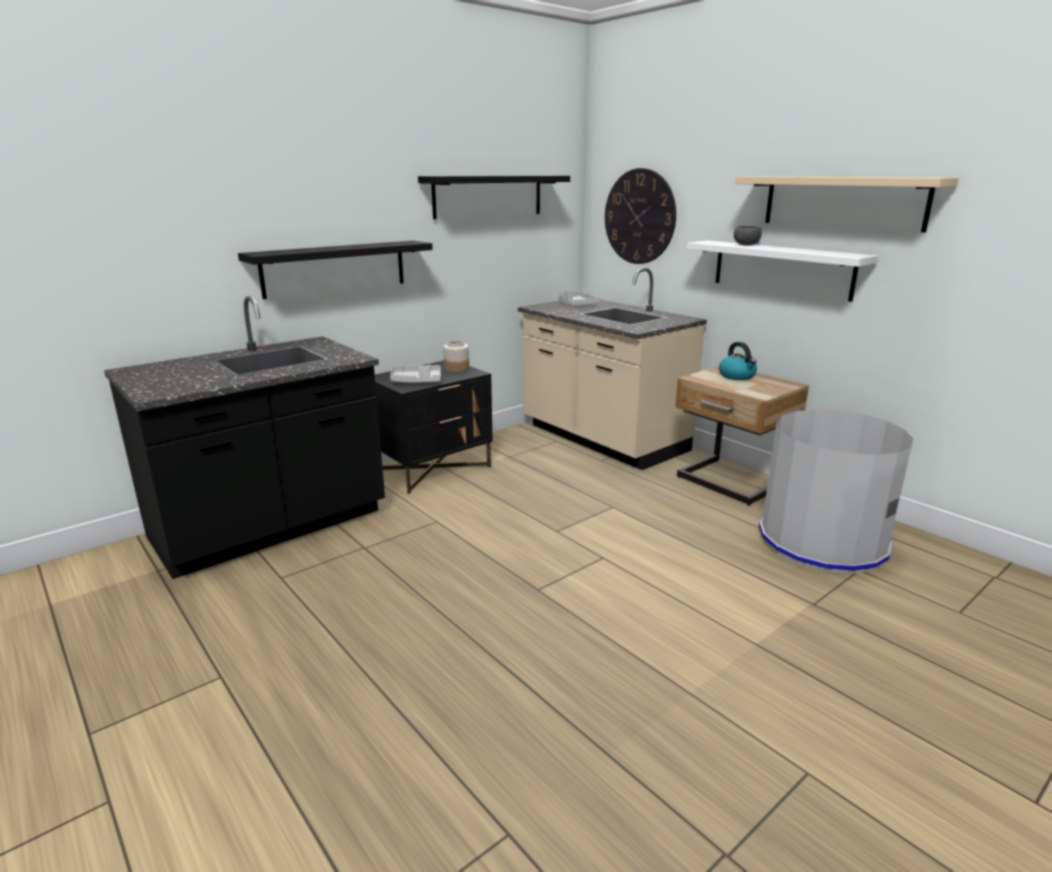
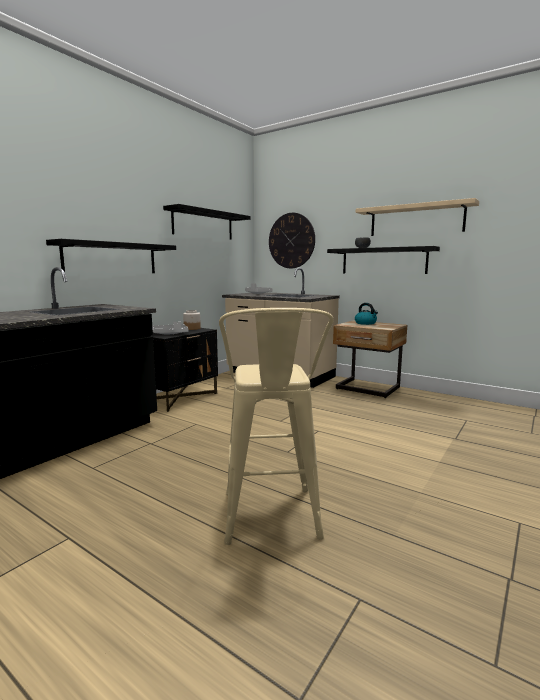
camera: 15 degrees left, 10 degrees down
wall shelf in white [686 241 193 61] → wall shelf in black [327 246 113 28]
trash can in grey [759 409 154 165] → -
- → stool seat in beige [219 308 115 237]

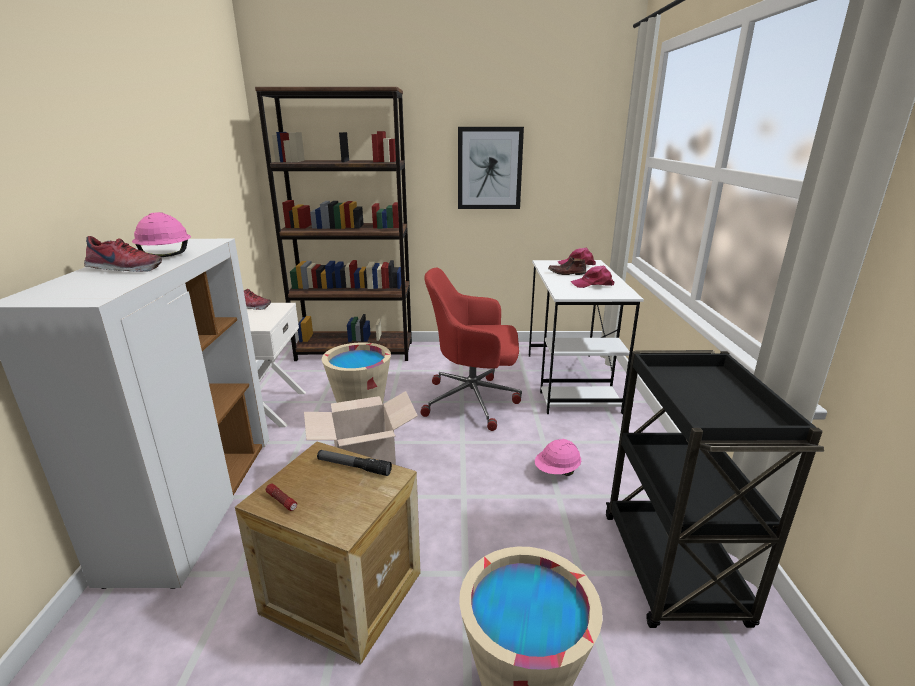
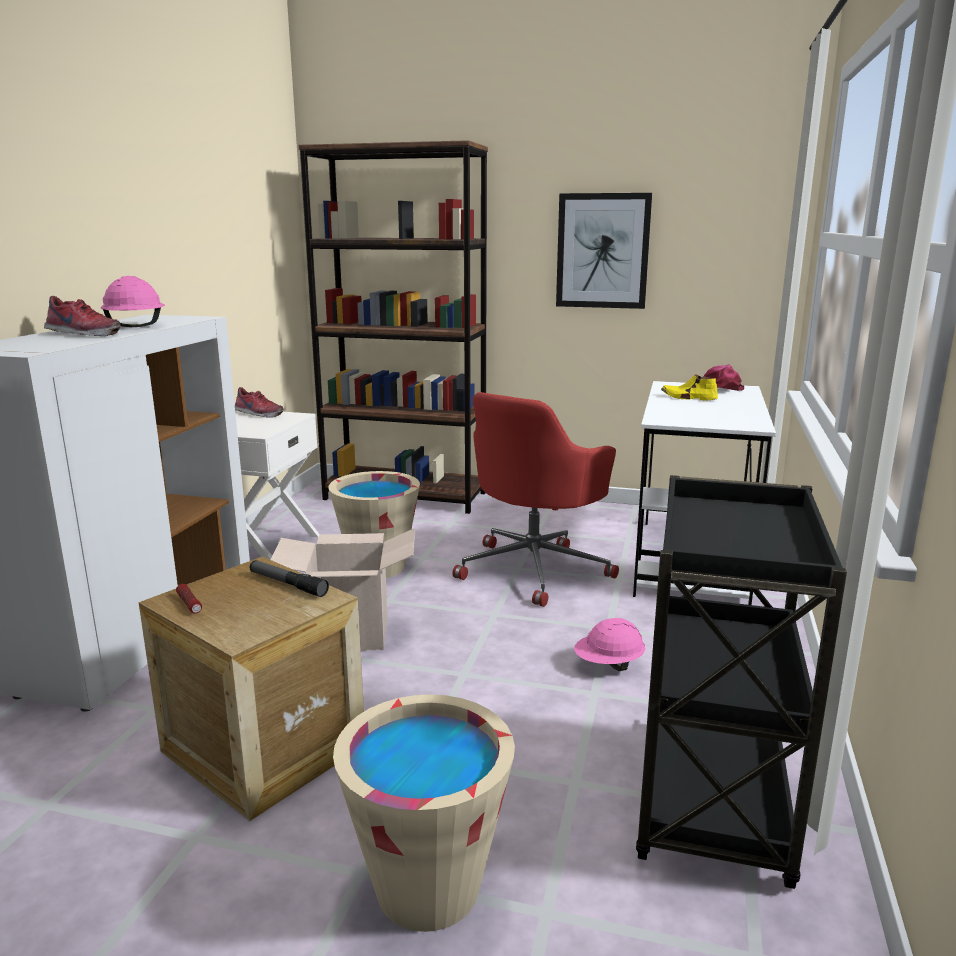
camera: 15 degrees right, 5 degrees down
desk chair in reddish [420 268 102 163] → desk chair in reddish [452 392 167 215], 75 degrees counterclockwise
low shoe in brown-coloured [548 257 38 18] → low shoe in yellow [661 374 57 26]
baseball cap in pink [570 265 44 23] → -

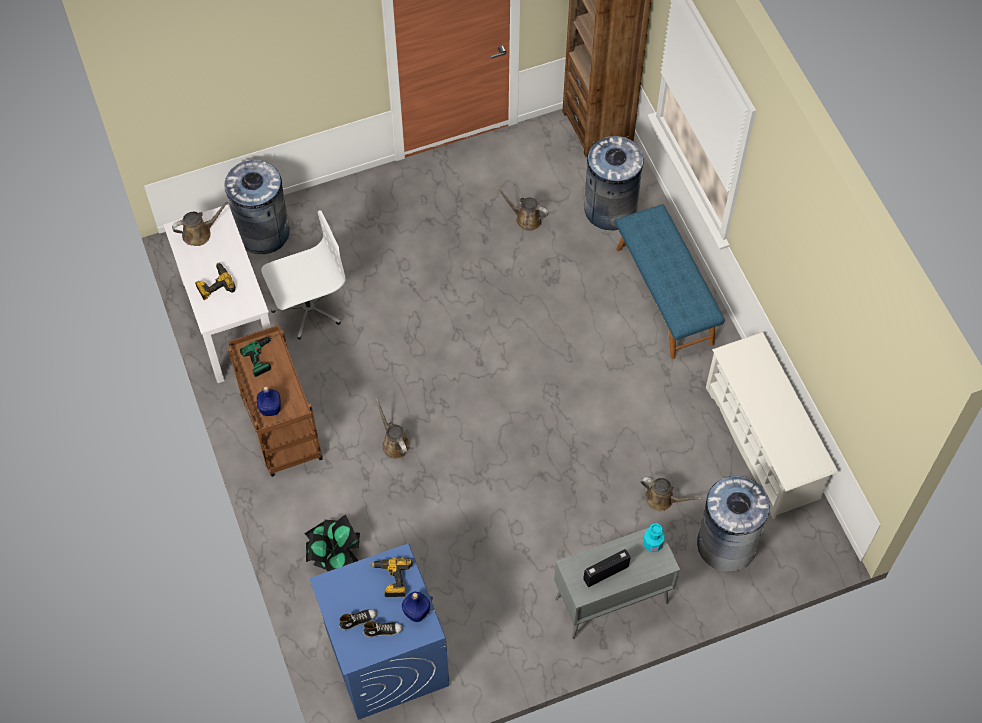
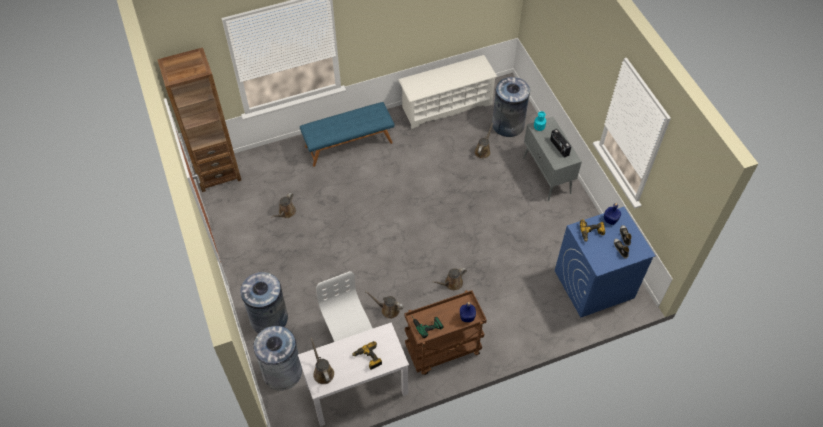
camera: 90 degrees left, 5 degrees down
potted plant [304 515 56 57] → -
trash can in grey [584 136 60 94] → trash can in grey [240 272 48 61], move
- → sprinkling can in brown-coloured [365 291 39 28]

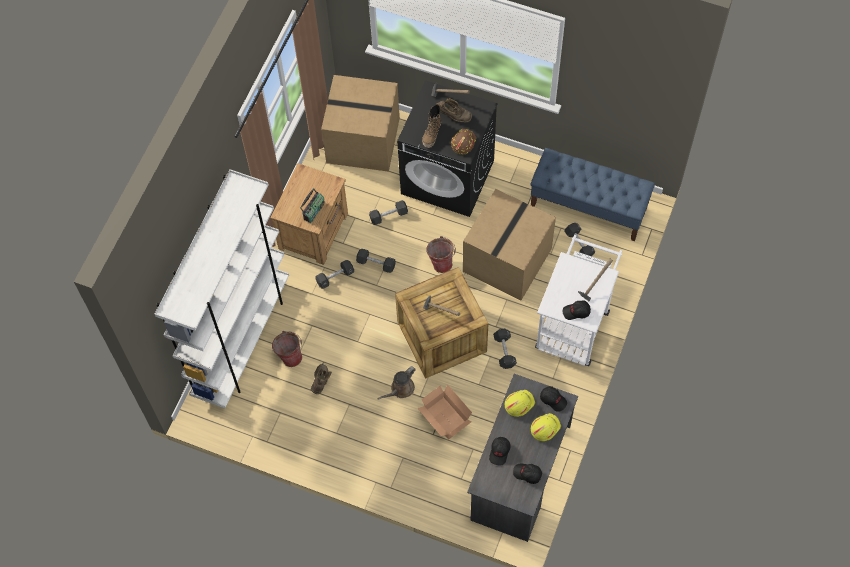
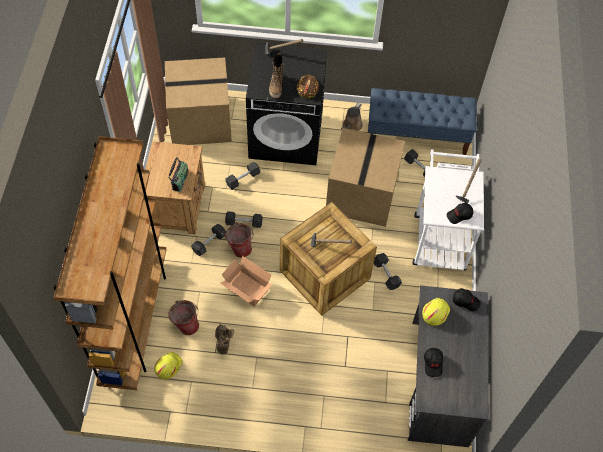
camera: 20 degrees left, 5 degrees down
bookcase in white [155 169 134 239] → bookcase in brown-coloured [53 136 114 254]
sprinkling can in brown-coloured [378 366 38 34] → sprinkling can in brown-coloured [341 102 22 29], move
packing box [417 385 55 55] → packing box [220 256 53 51], move
pail [426 236 30 37] → pail [225 222 29 36], move
tall boot in brown-coloured [439 99 33 24] → -
baseball cap in black [513 463 29 21] → -
work helmet in yellow [531 413 30 28] → work helmet in yellow [154 352 29 27], move

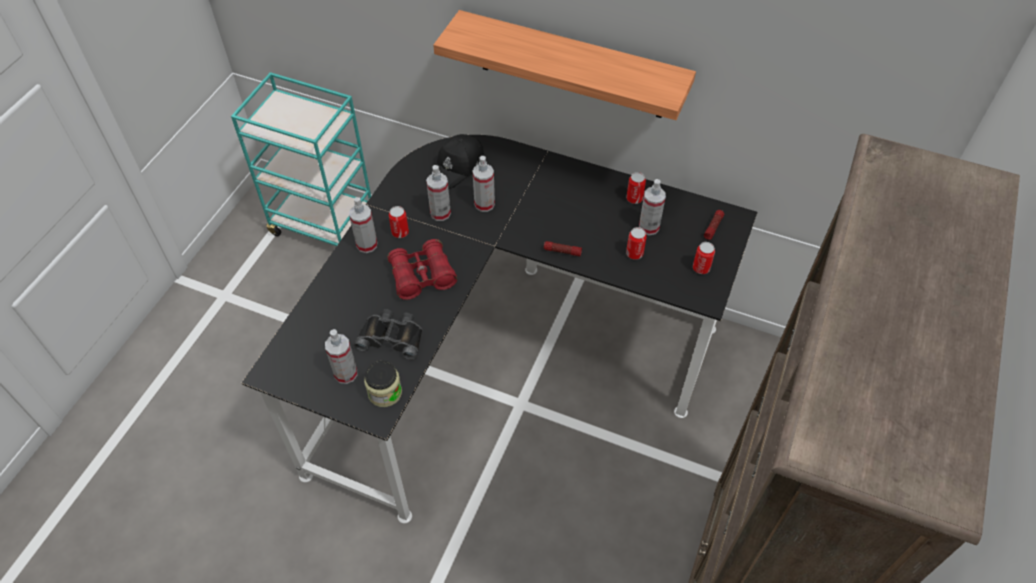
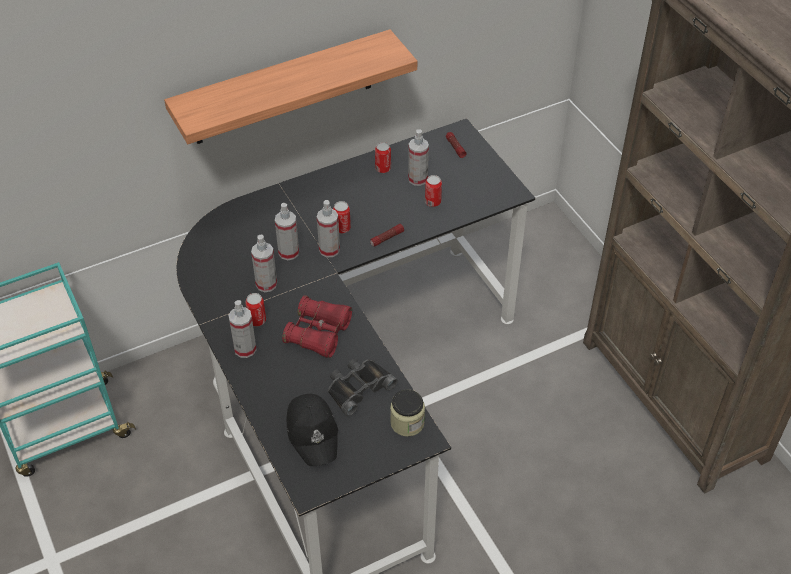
camera: 50 degrees left, 5 degrees down
hand sprayer [325 329 32 55] → hand sprayer [317 200 23 58], move
baseball cap in black [436 134 48 54] → baseball cap in black [287 394 51 72], move
metal can [693 242 22 32] → metal can [333 201 18 32], move

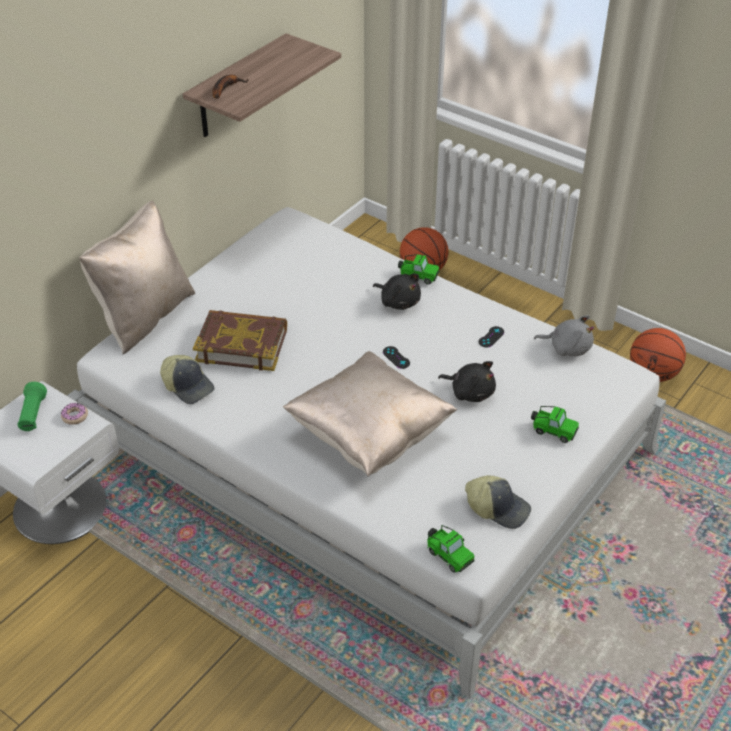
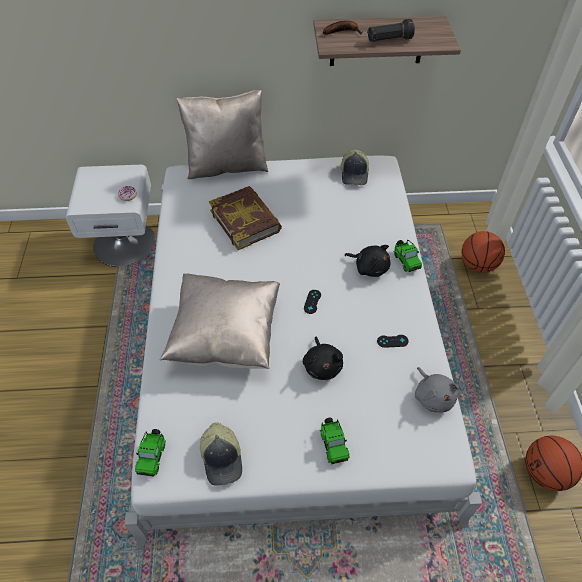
camera: 50 degrees right, 10 degrees up
hand torch in green-coloured [17 382 30 49] → -
baseball cap [160 355 55 49] → baseball cap [341 149 28 36], move
cuddly toy in black [373 274 48 36] → cuddly toy in black [344 245 46 32], 60 degrees counterclockwise
- → hand torch in black [367 19 48 23]

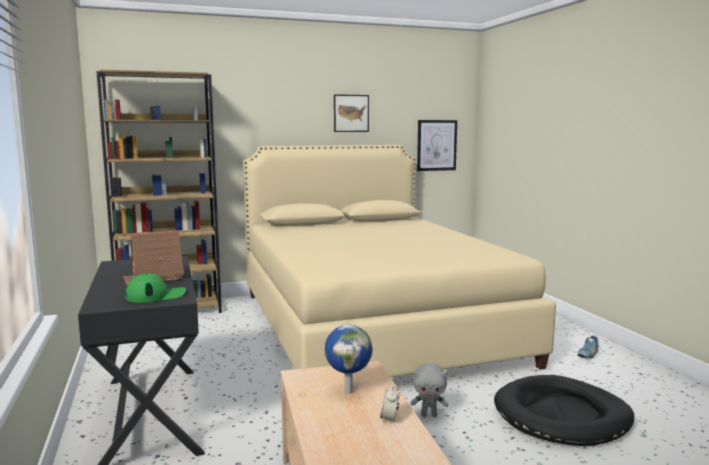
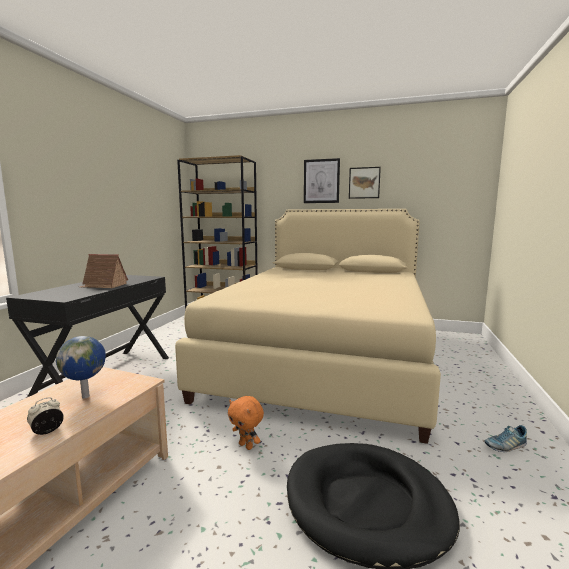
camera: 35 degrees right, 0 degrees up
baseball cap in green-coloured [125 273 61 30] → -
cuddly toy in grey [410 363 38 54] → cuddly toy in orange-coloured [228 396 36 54]
wall art [417 120 40 51] → wall art [304 158 36 45], move

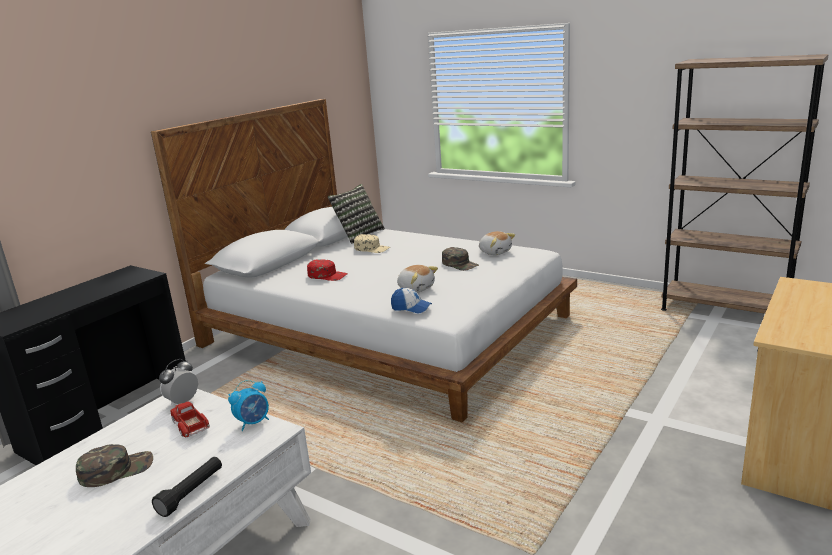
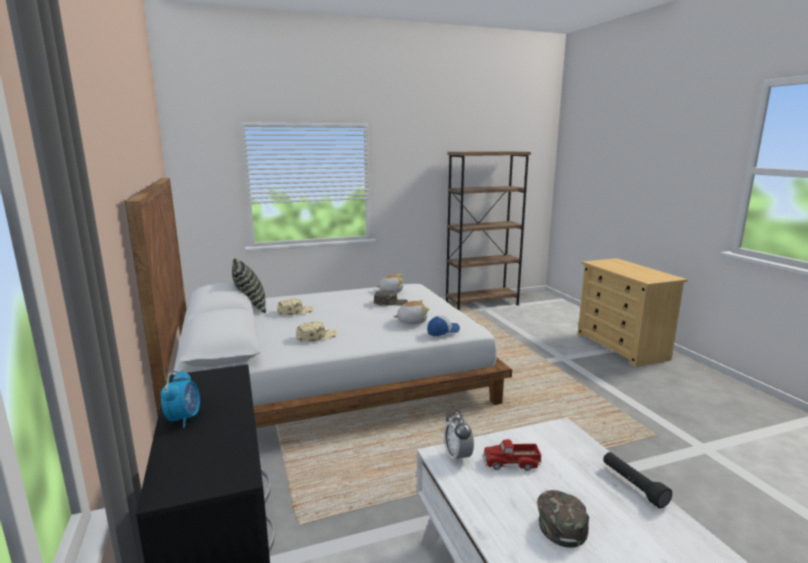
camera: 55 degrees left, 5 degrees down
table clock [228 380 41 51] → table clock [161 370 39 58], move
baseball cap in reddish [307 259 41 22] → baseball cap in beige [297 321 41 21]

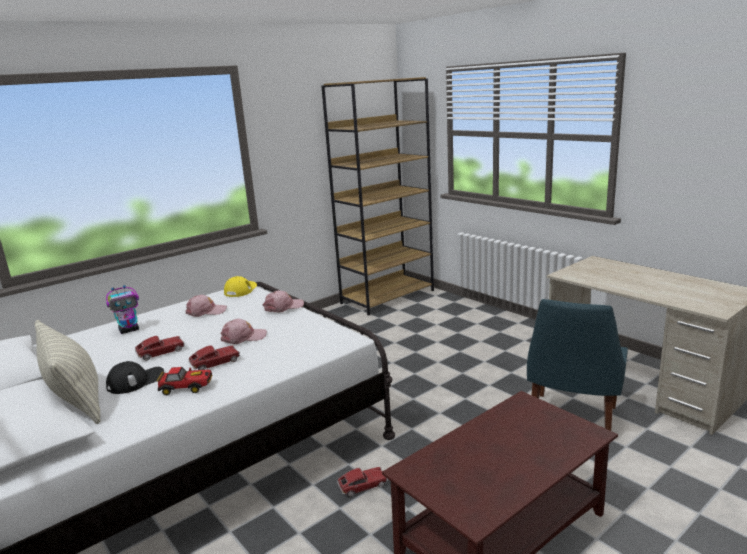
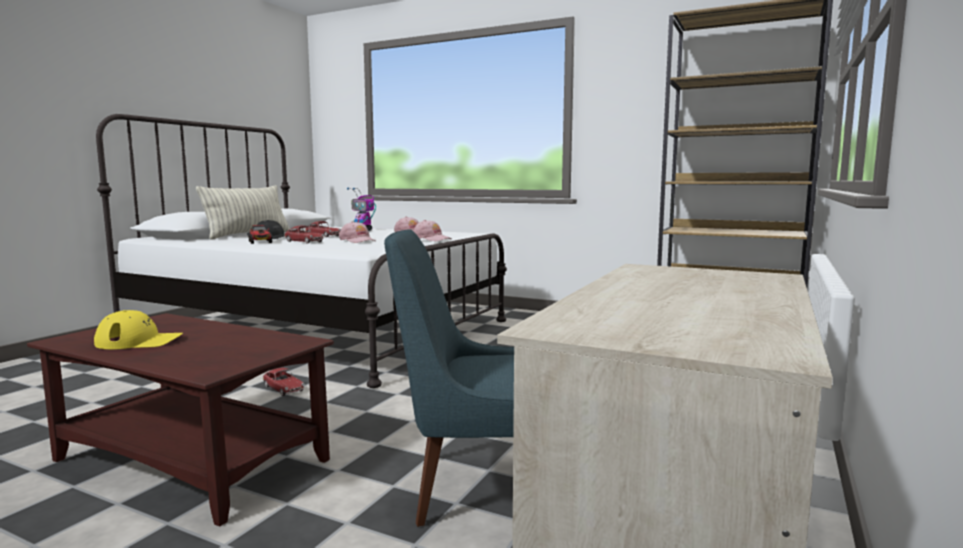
camera: 65 degrees right, 10 degrees down
baseball cap in yellow [224 276 33 21] → baseball cap in yellow [94 310 89 39], move

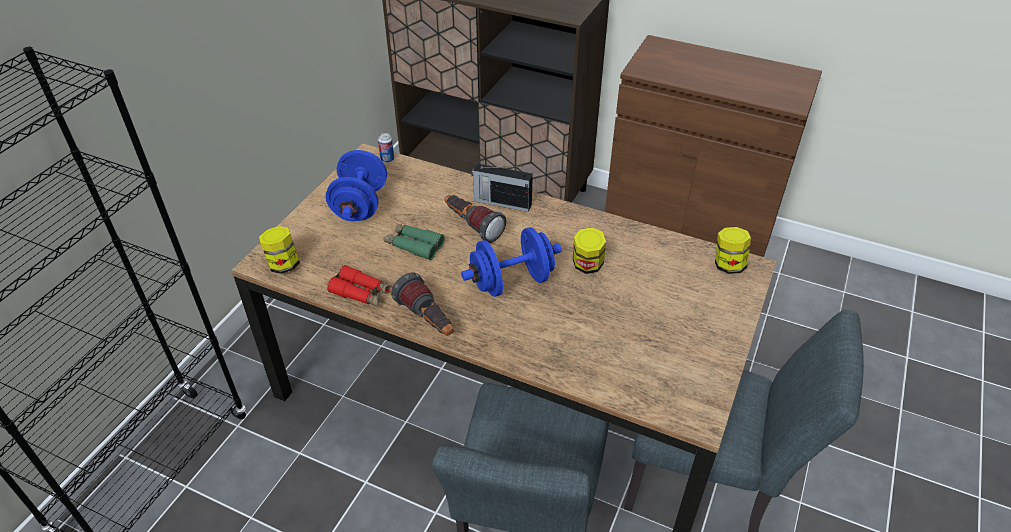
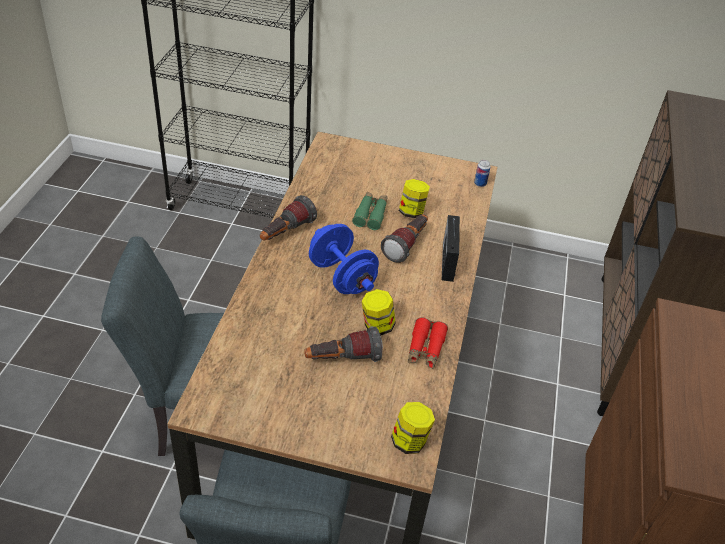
camera: 75 degrees right, 0 degrees up
preserve jar [259 226 41 48] → preserve jar [399 179 31 39], move
dumbbell in bluish [326 150 61 71] → -
binoculars in reddish [327 265 65 41] → binoculars in reddish [408 317 40 52], move
- → hand torch [304 326 79 36]

